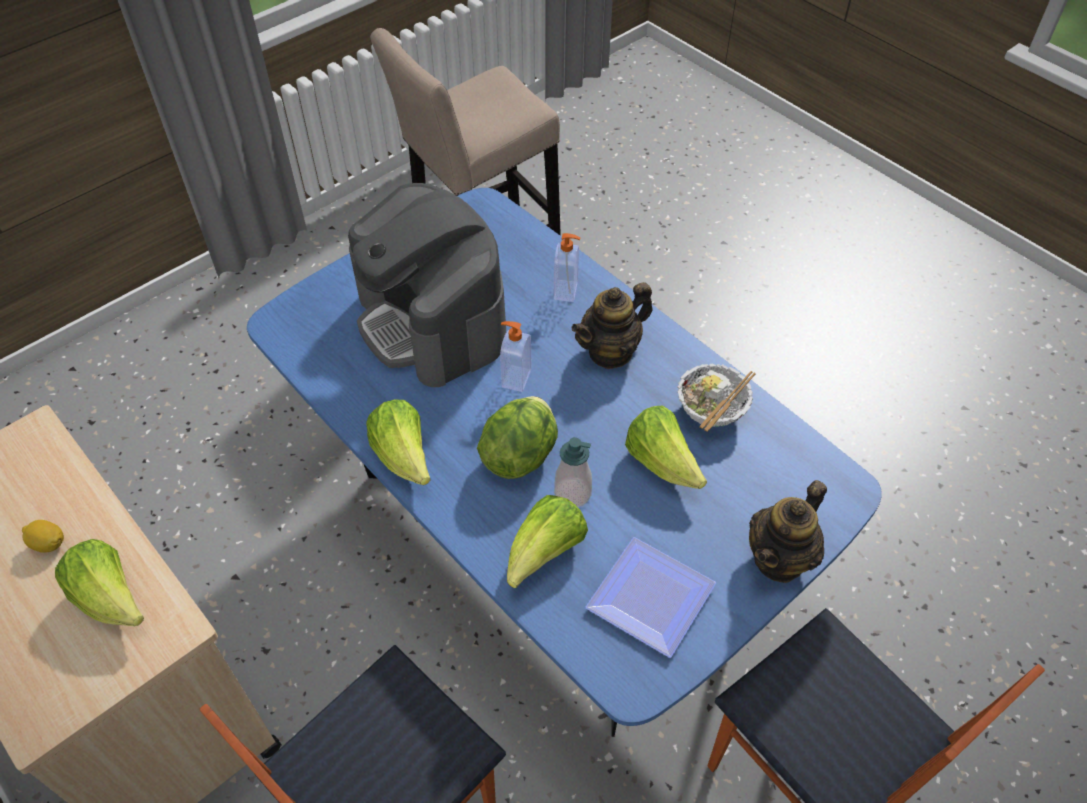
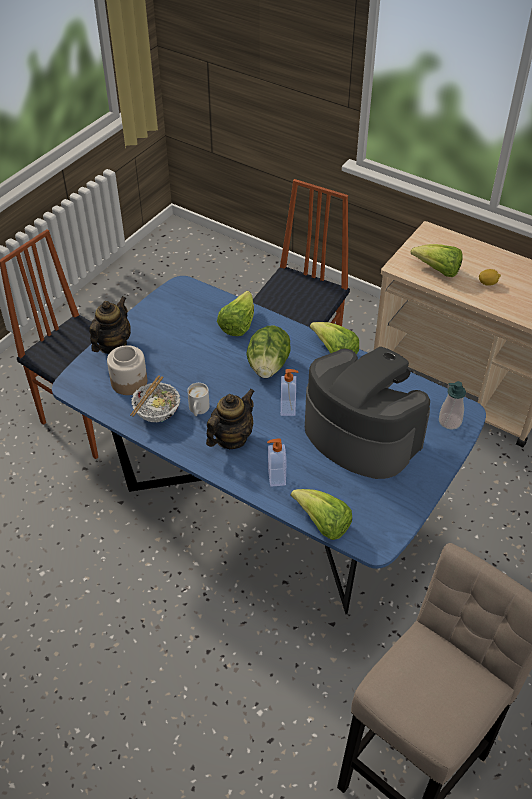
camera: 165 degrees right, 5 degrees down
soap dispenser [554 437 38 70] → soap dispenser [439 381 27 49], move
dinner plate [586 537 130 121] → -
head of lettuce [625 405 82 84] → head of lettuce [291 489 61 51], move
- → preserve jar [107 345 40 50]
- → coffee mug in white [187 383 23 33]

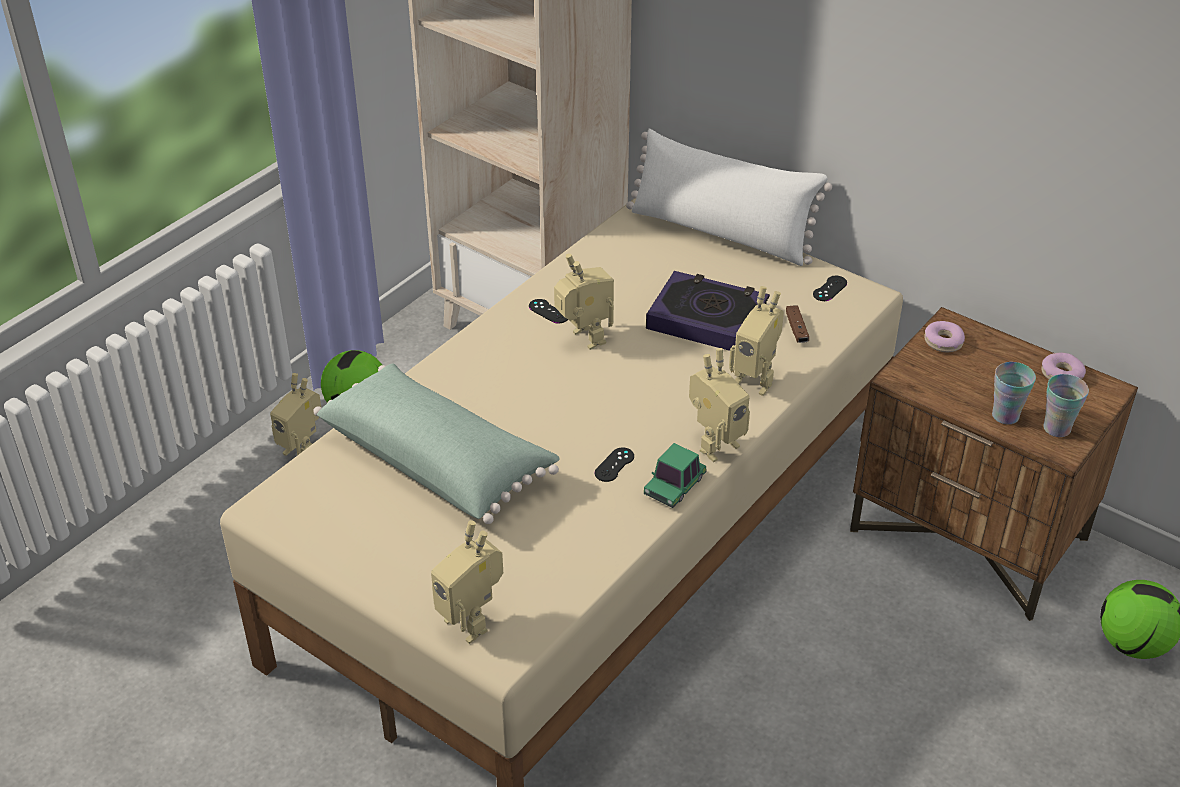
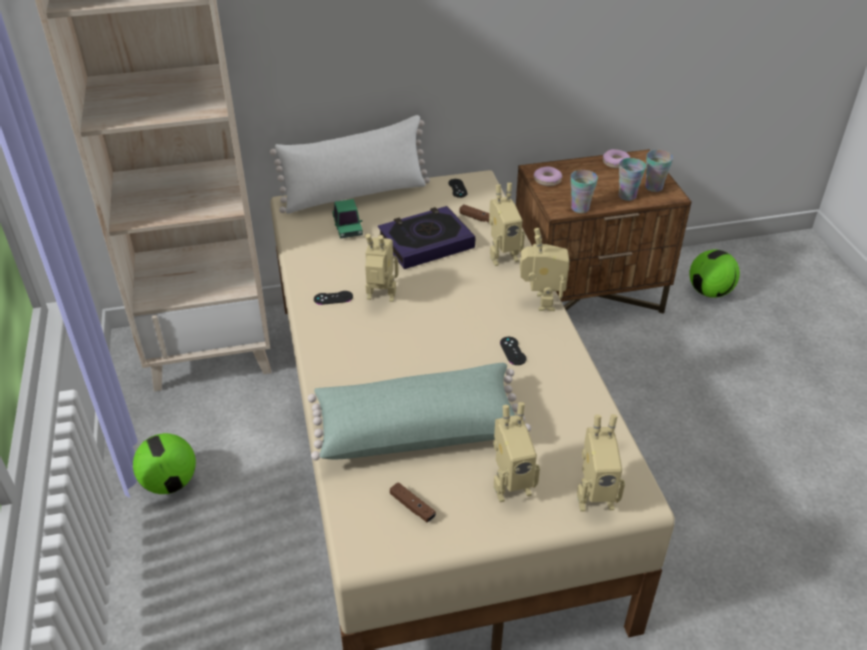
camera: 50 degrees left, 0 degrees up
robot figure [270 373 51 83] → robot figure [493 402 47 100], move
toy car [644 443 63 65] → toy car [332 199 31 40], move
- → joypad in brown-coloured [390 482 46 40]
- → cup [571 170 27 43]

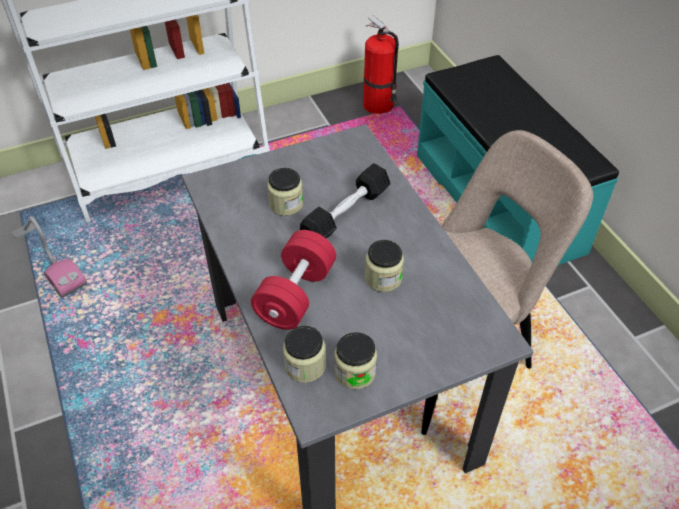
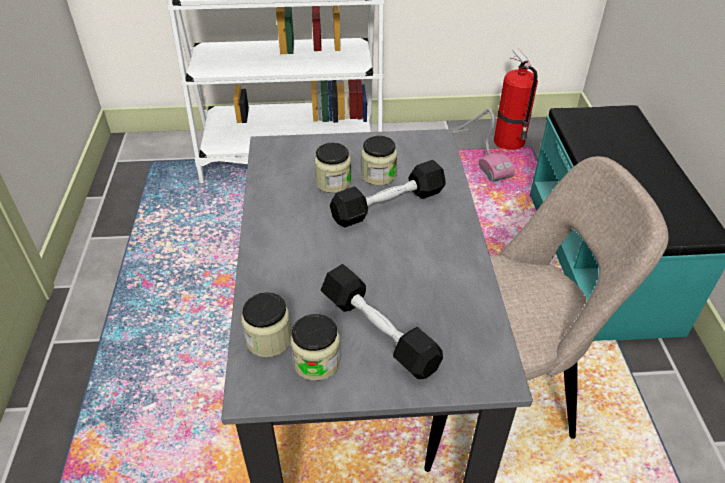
camera: 20 degrees right, 5 degrees down
hoover [12 216 75 82] → hoover [449 108 66 74], move
dumbbell in reddish [251 230 85 100] → -
preserve jar [365 240 39 52] → preserve jar [361 136 36 50], move
- → dumbbell in black [321 264 122 115]

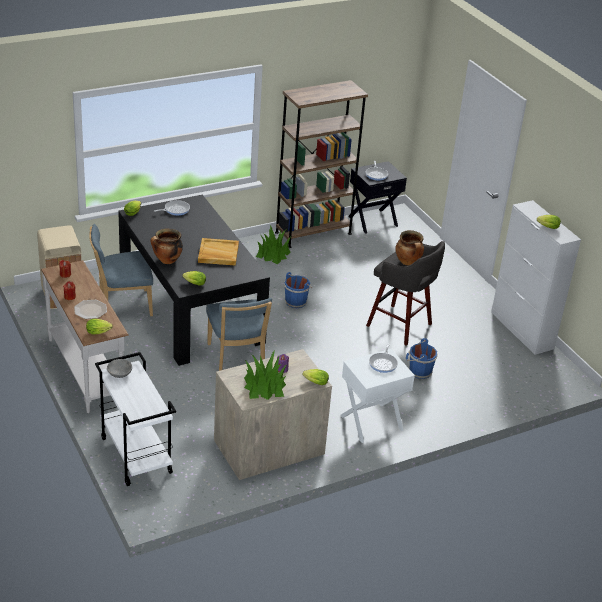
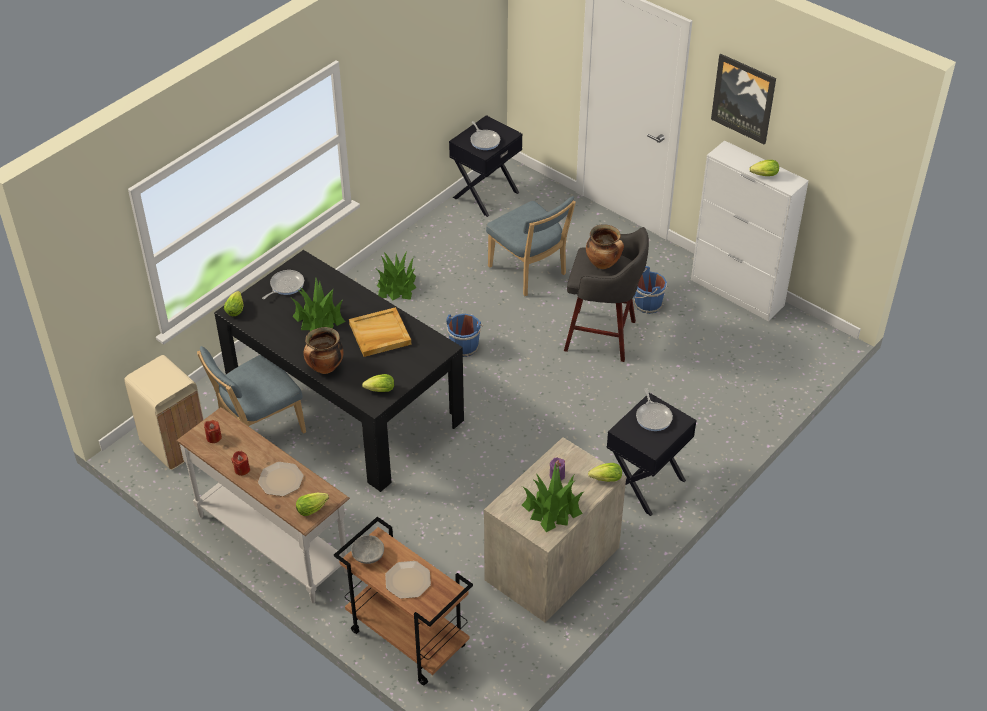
camera: 20 degrees left, 10 degrees up
wheeled cart in white [95 352 81 134] → wheeled cart in brown-coloured [334 517 139 168]
chair in bluish [206 298 66 73] → chair in bluish [486 196 90 100], move
bookcase in brown-coloured [275 80 93 168] → -
bedside table in white [341 349 74 94] → bedside table in black [607 393 90 123]
pail in bluish [406 338 31 41] → pail in bluish [634 266 34 48], move
- → potted plant [290 278 55 53]
- → dinner plate [385 561 46 38]
- → wall art [711 54 65 91]

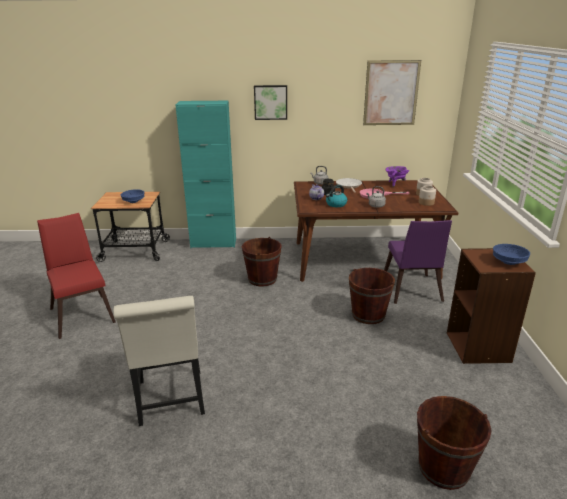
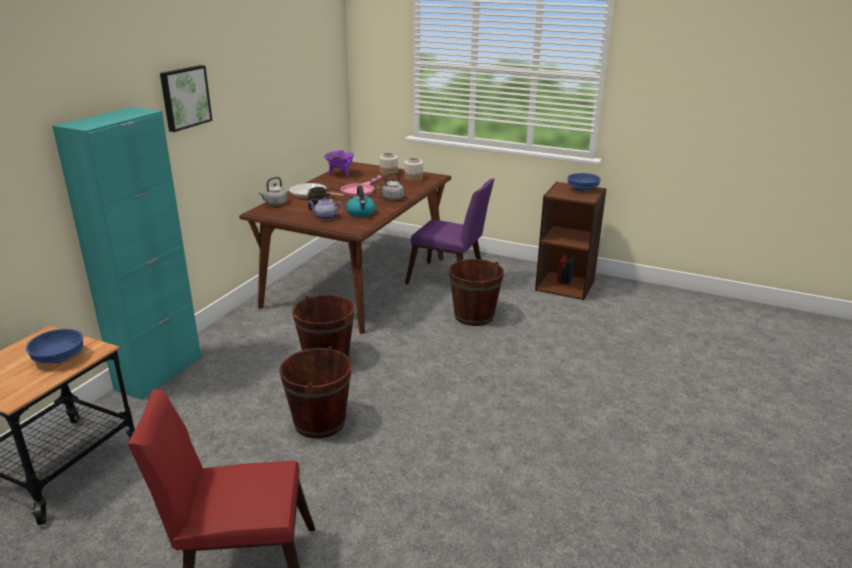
camera: 65 degrees left, 0 degrees up
chair in white [113 296 92 130] → -
wall art [363 60 58 65] → -
pail in brown-coloured [417 396 75 94] → pail in brown-coloured [279 346 73 92], move

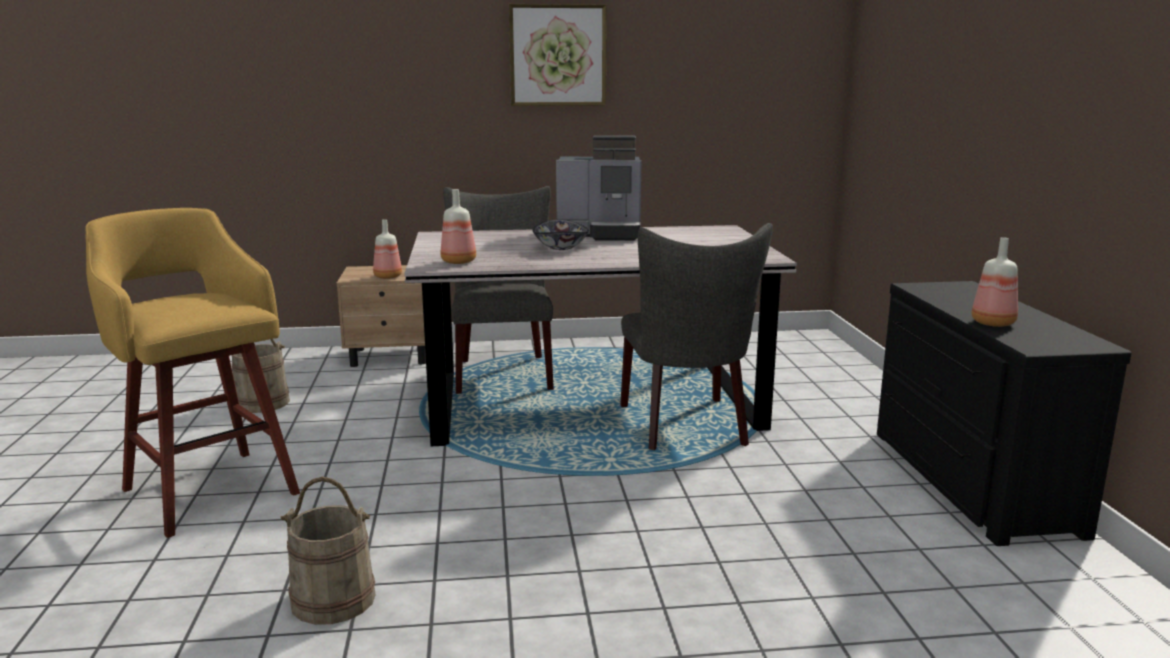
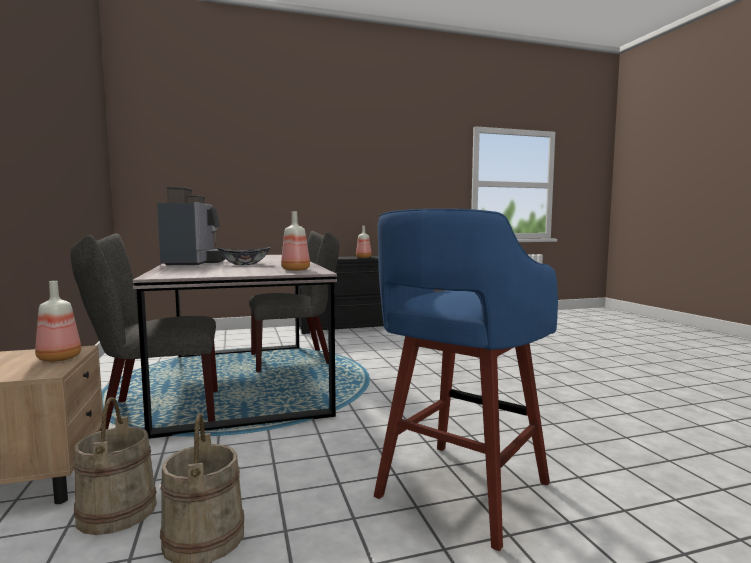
camera: 100 degrees left, 10 degrees down
stool seat in yellow [85 208 215 330] → stool seat in bluish [374 209 184 342]
pail in beige [281 477 95 148] → pail in beige [74 397 83 138], move
wall art [508 4 99 102] → -

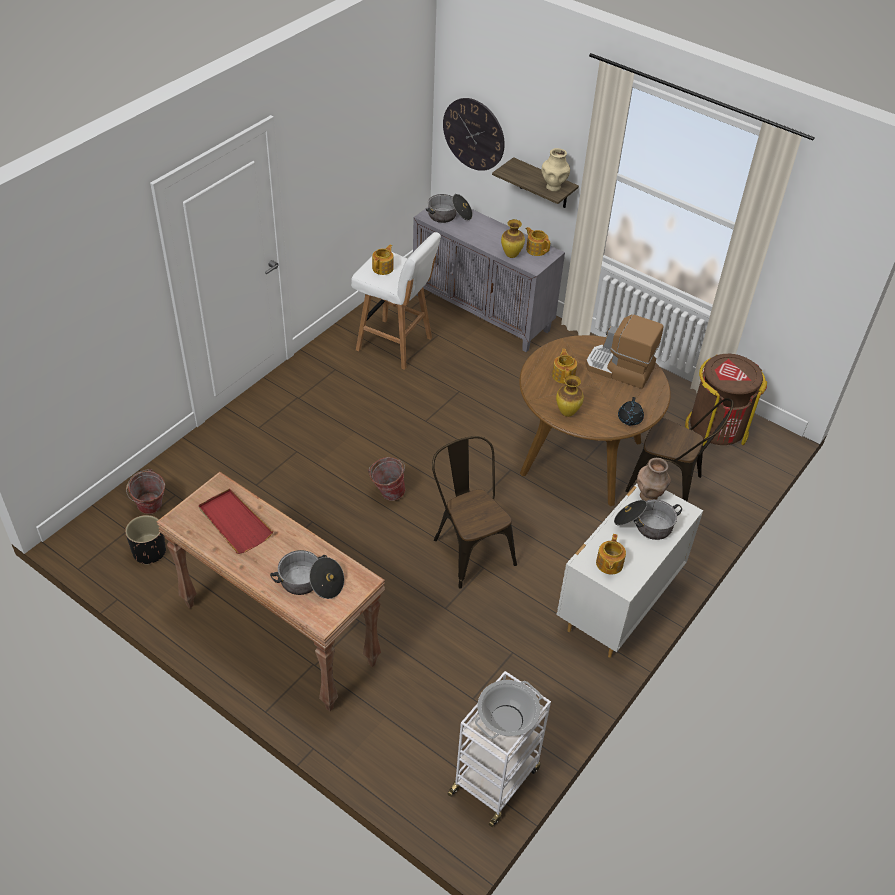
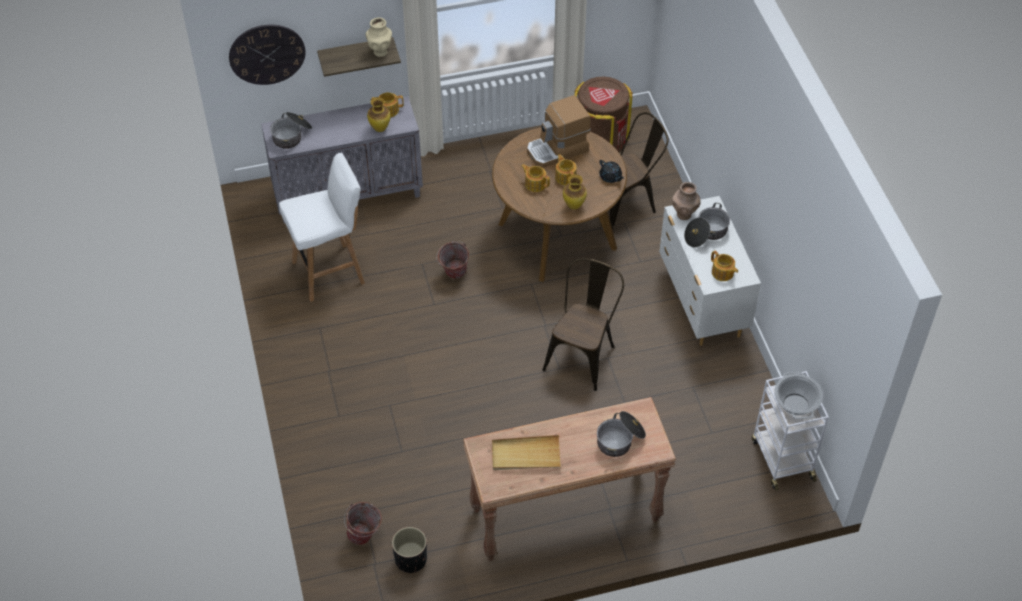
camera: 50 degrees left, 5 degrees up
tray in reddish [198 488 75 66] → tray in beige [492 435 69 35]
pail [368 457 38 44] → pail [436 241 33 38], move
teapot [372 244 22 31] → teapot [555 154 22 31], move
chair in brown-coloured [432 436 85 153] → chair in brown-coloured [542 258 82 133], 105 degrees clockwise

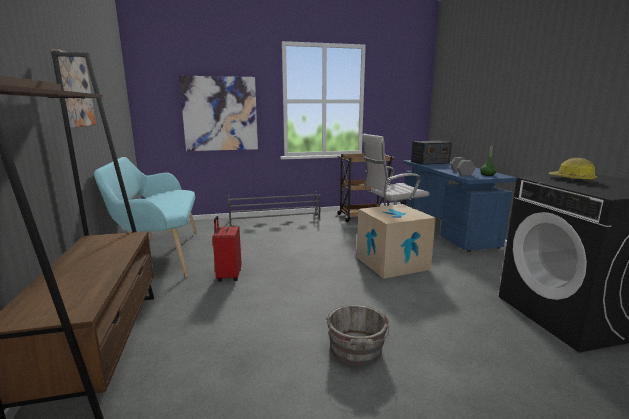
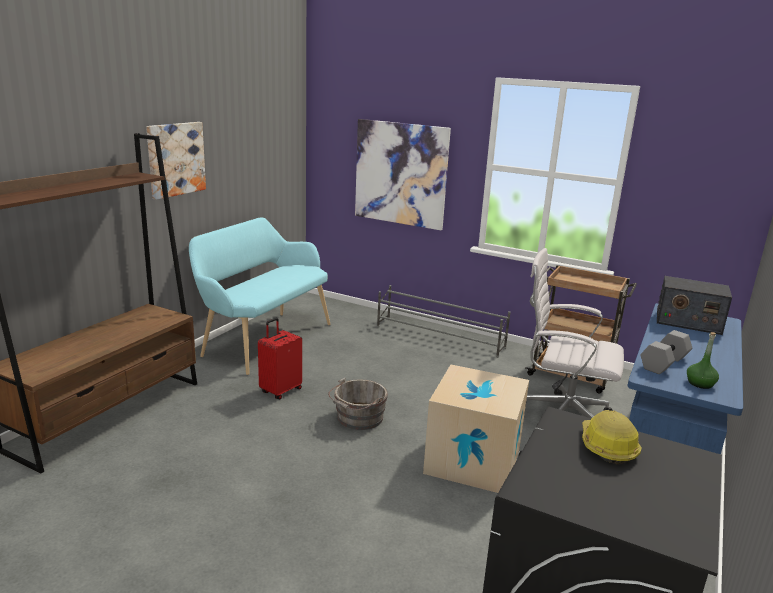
camera: 40 degrees right, 5 degrees up
pail in grey [326 305 63 61] → pail in grey [328 378 60 52], move

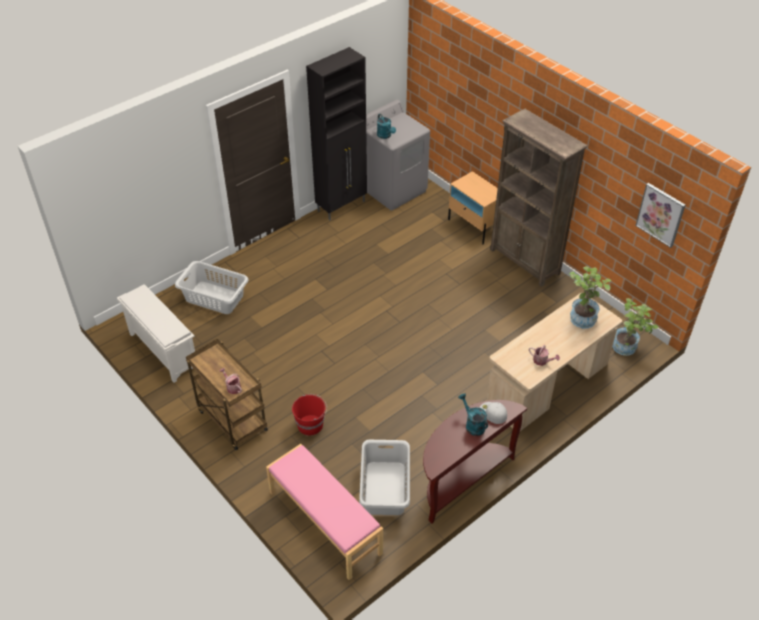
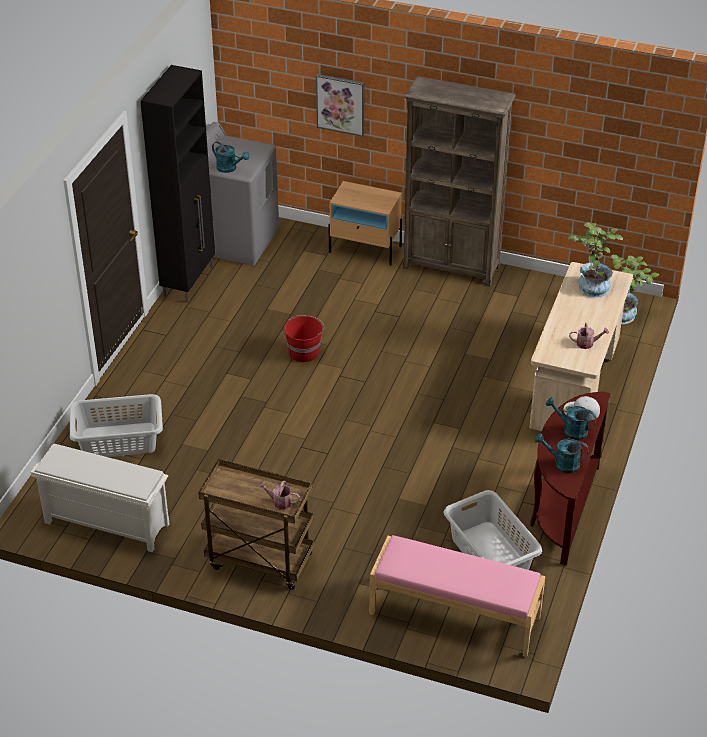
camera: 30 degrees left, 5 degrees down
pail in reddish [292 394 35 41] → pail in reddish [284 315 40 48], move
wall art [635 183 50 65] → wall art [316 74 48 63], move
- → sprinkling can in blue-green [535 433 54 40]

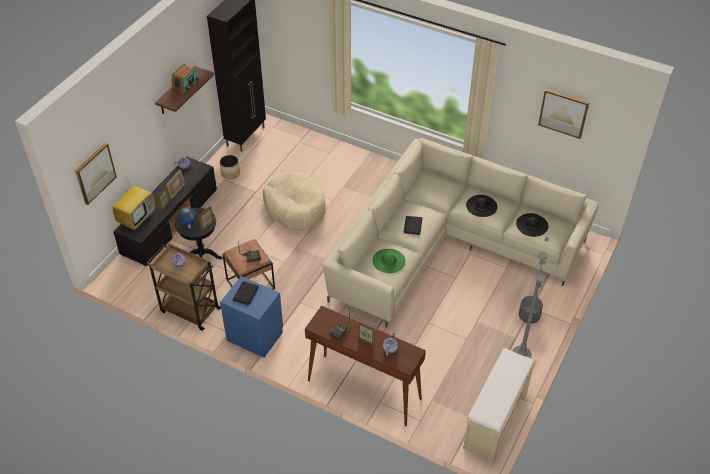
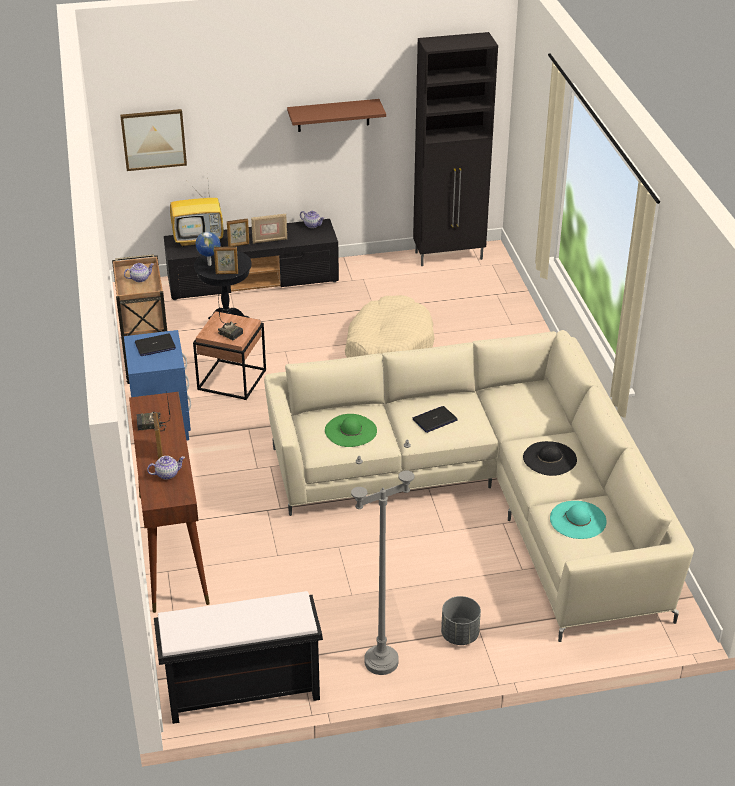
camera: 50 degrees right, 10 degrees down
radio [172 64 27 29] → -
plant pot [220 155 20 24] → -
indoor bench in beige [463 348 74 115] → indoor bench in black [154 591 169 133]
hat in black [516 213 32 24] → hat in blue-green [550 501 57 38]
wall art [538 89 51 50] → -

